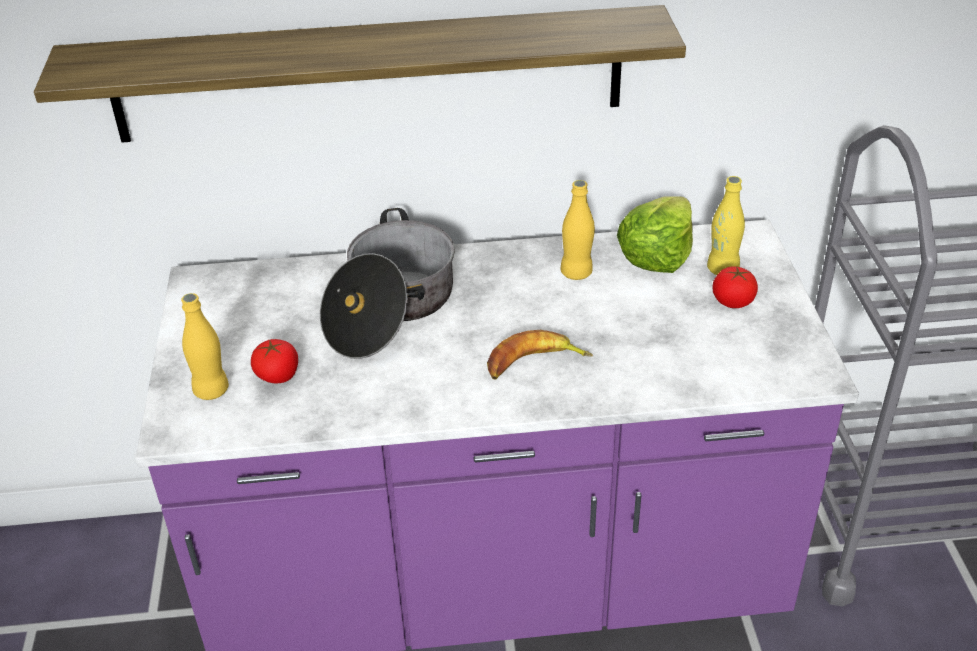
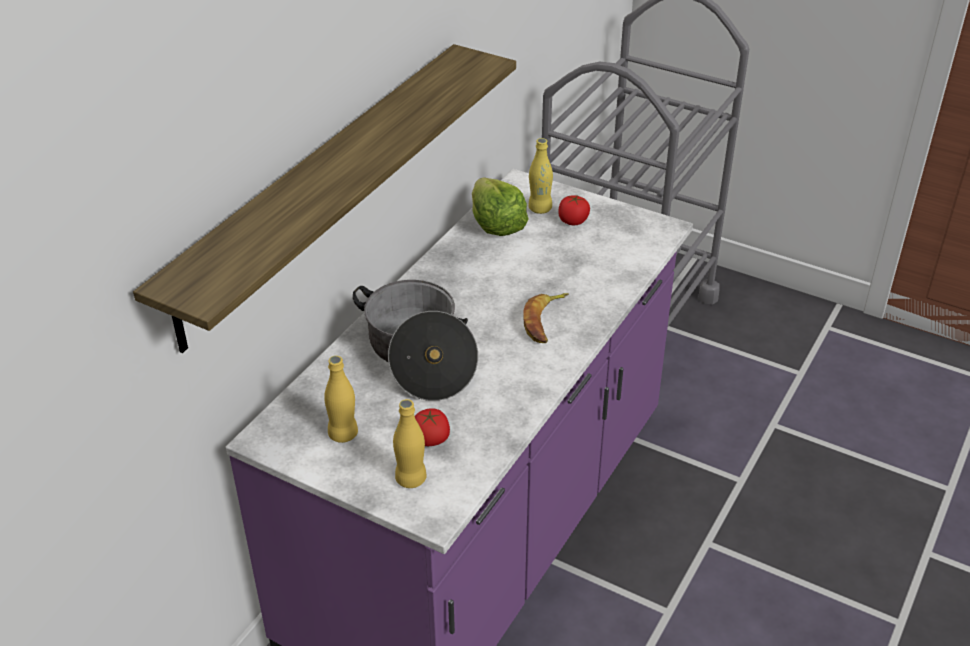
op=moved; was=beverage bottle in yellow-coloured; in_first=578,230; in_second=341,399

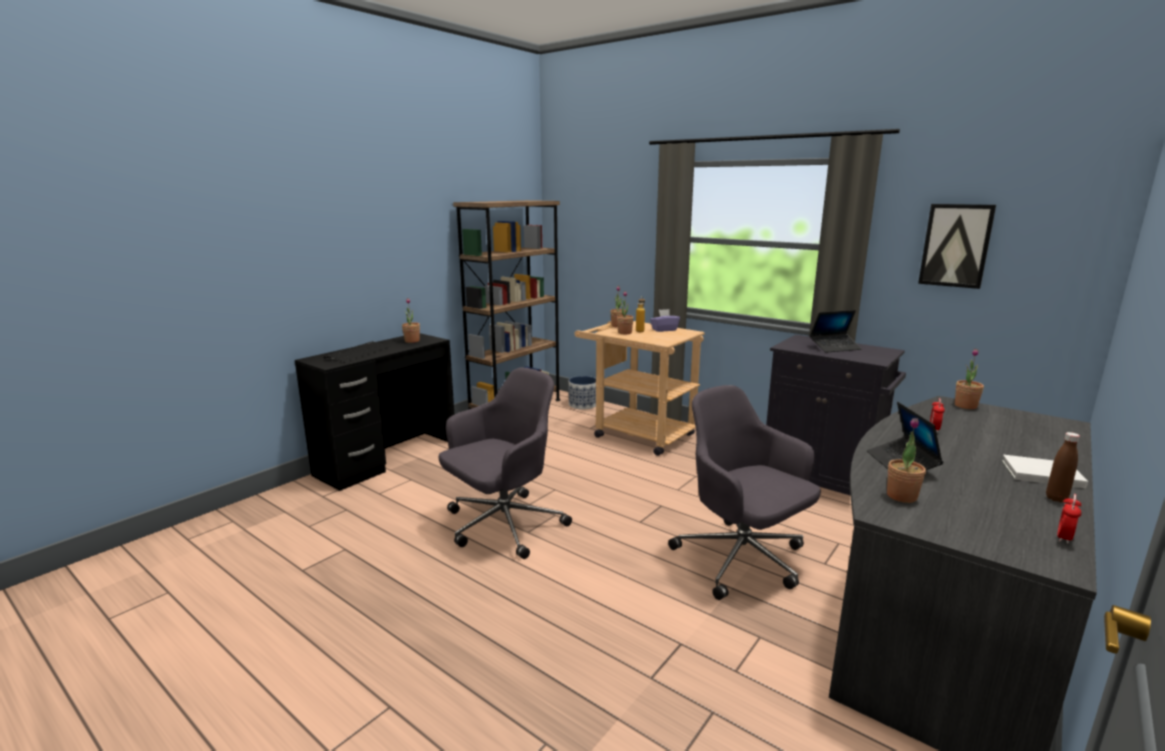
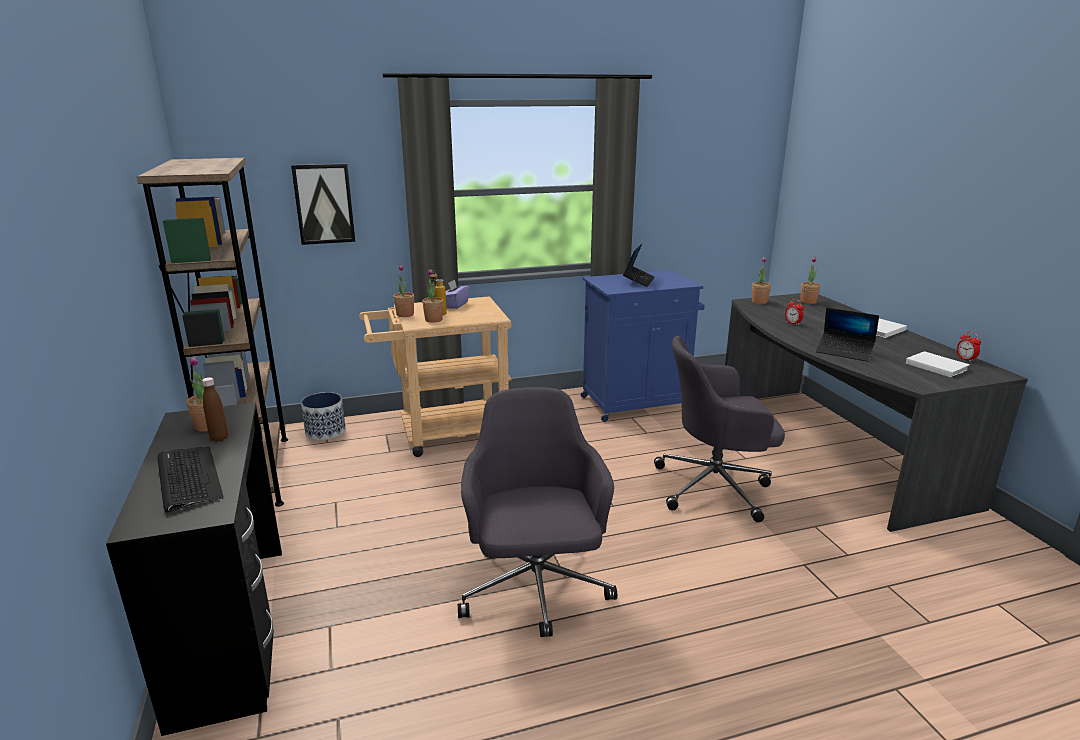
op=moved; was=wall picture; in_first=957,246; in_second=323,204
op=recoloured; was=cupboard in blackish; now=cupboard in bluish; in_first=836,415; in_second=643,346
op=moved; was=plant in a pot; in_first=906,460; in_second=810,280
op=moved; was=beverage bottle in brownish; in_first=1063,467; in_second=215,409
op=added; now=book in white-coloured; in_second=937,364

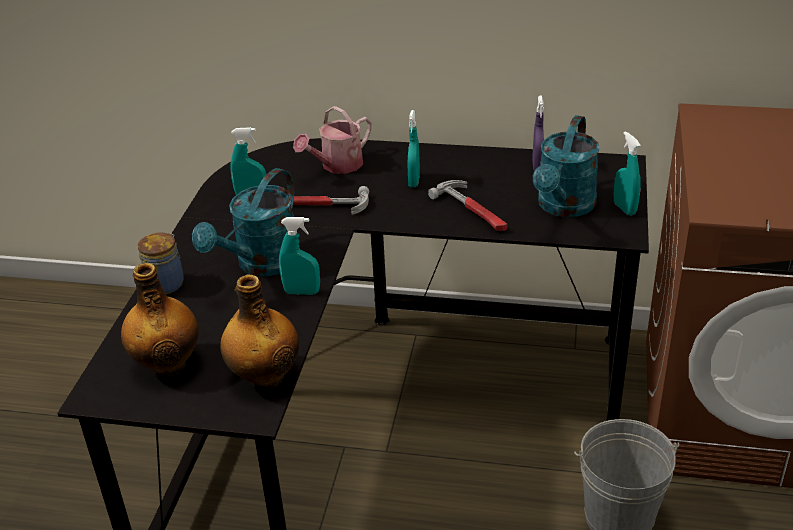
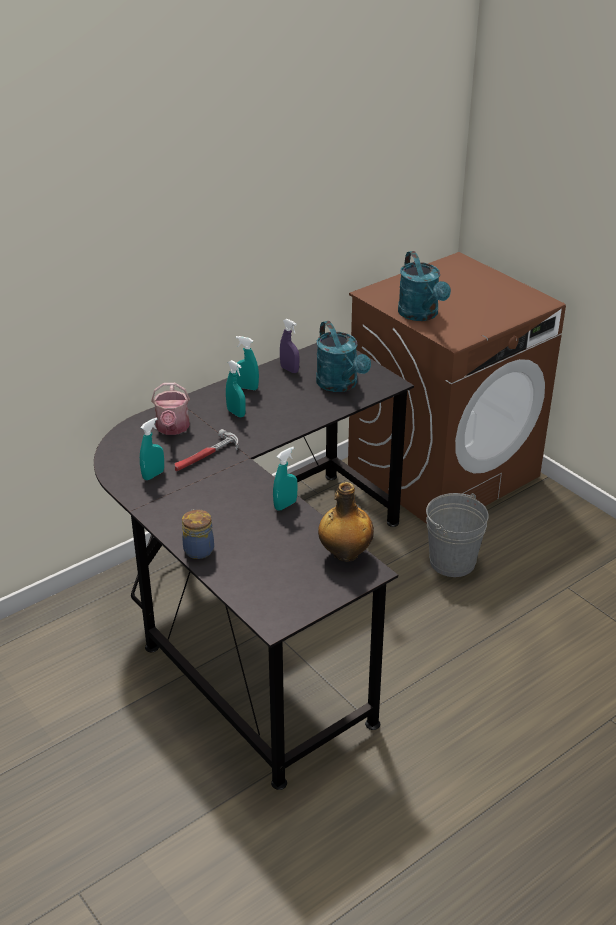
op=moved; was=hand sprayer in turquoise-coloured; in_first=627,173; in_second=247,363
op=moved; was=watering can in turquoise-coloured; in_first=243,222; in_second=424,286
op=removed; was=hammer; in_first=467,205
op=removed; was=beverage bottle; in_first=160,320

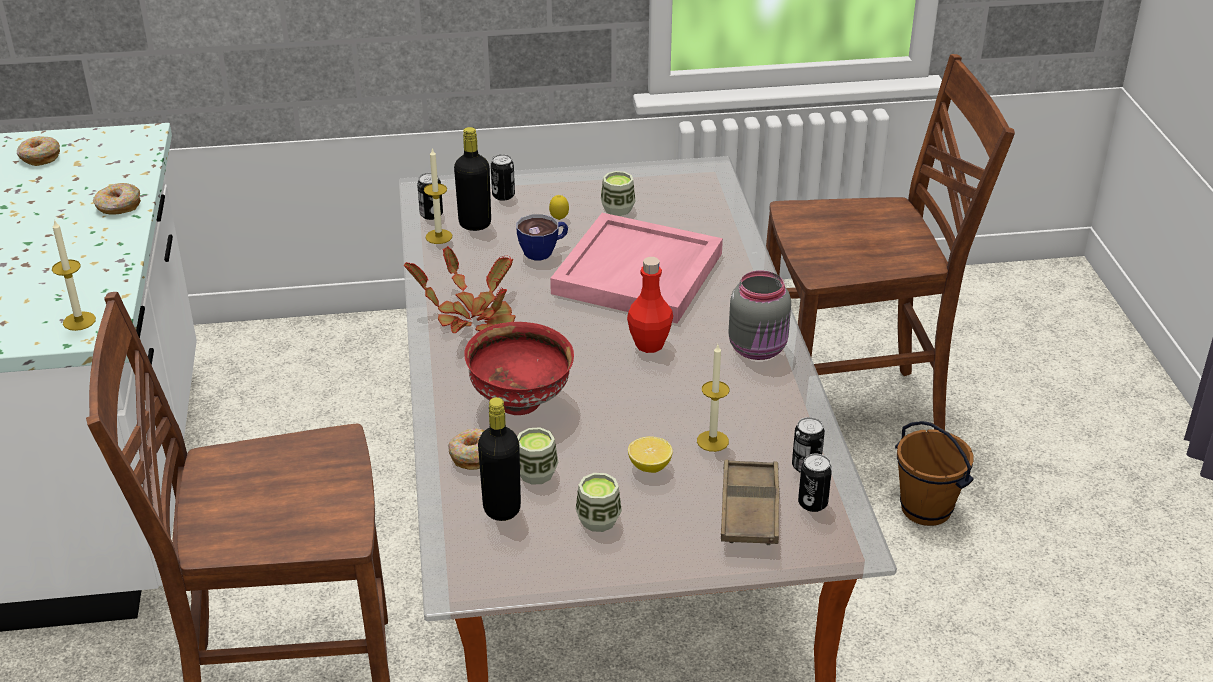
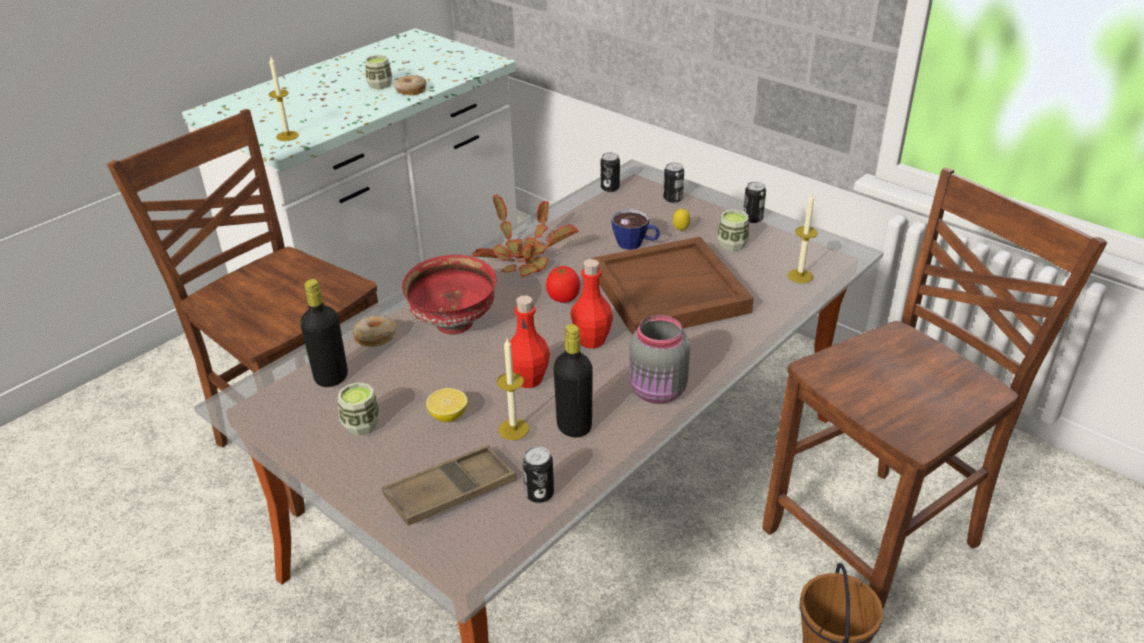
op=turned; was=chair in brownish; in_first=890,242; in_second=935,388; clockwise=-75
op=moved; was=beverage bottle in blackish; in_first=472,179; in_second=573,380
op=removed; was=doughnut; in_first=38,151
op=moved; was=candle; in_first=438,196; in_second=802,238
op=recoloured; was=carrying tray in pink; now=carrying tray in brownish; in_first=636,268; in_second=672,286
op=moved; was=drinking cup; in_first=537,456; in_second=378,72
op=moved; was=can; in_first=815,483; in_second=754,202
op=added; now=whole tomato; in_second=563,284
op=added; now=beverage bottle in reddish; in_second=530,342

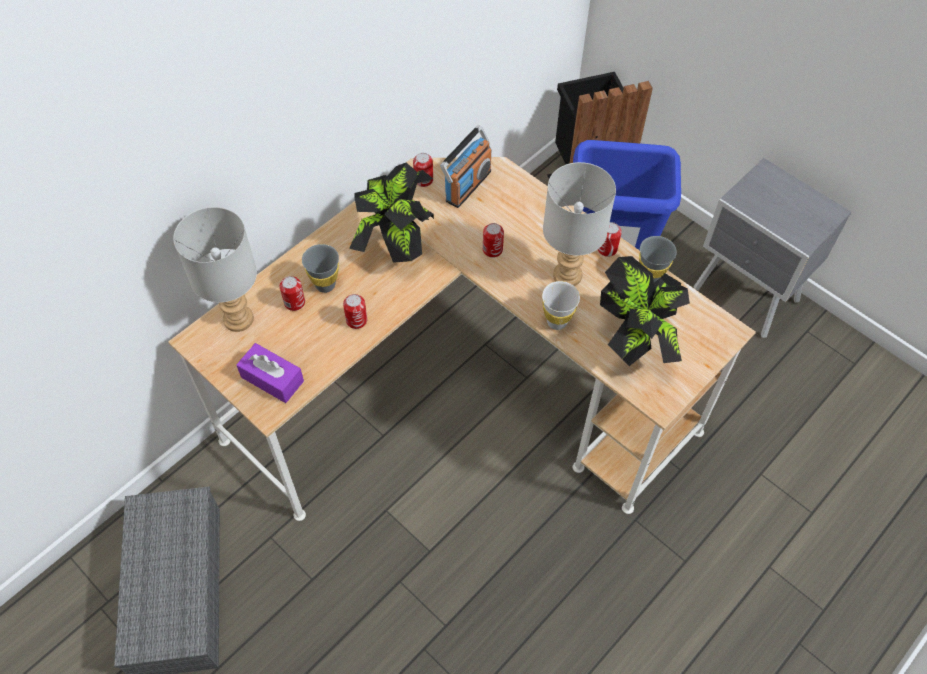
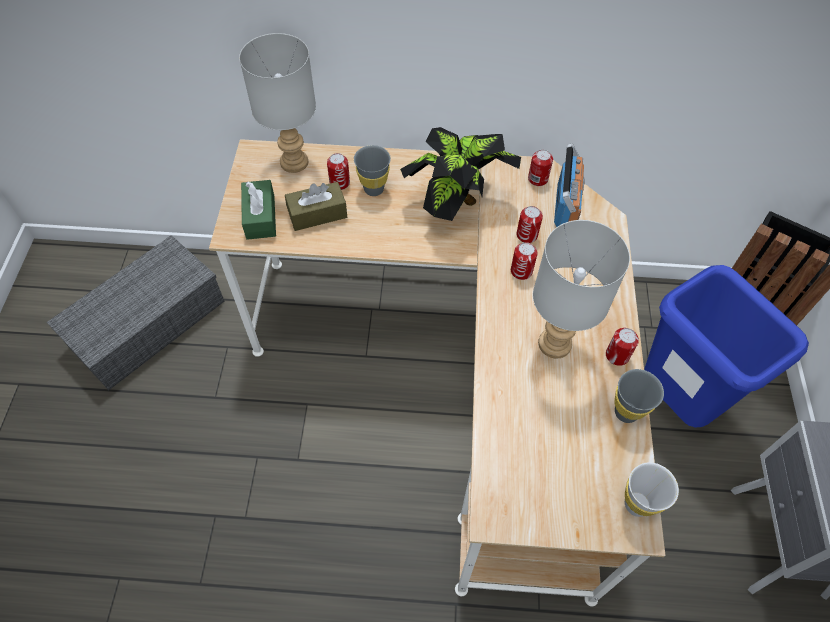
op=turned; was=radio set; in_first=465,167; in_second=569,185; clockwise=-75
op=removed; was=plant in a pot; in_first=645,311
op=moved; was=drinking cup in white-coloured; in_first=561,305; in_second=652,489
op=moved; was=can; in_first=355,311; in_second=530,224
op=recoloured; was=tissue holder in purplish; now=tissue holder in greenish; in_first=270,373; in_second=258,210
op=added; now=tissue holder in brownish; in_second=316,206

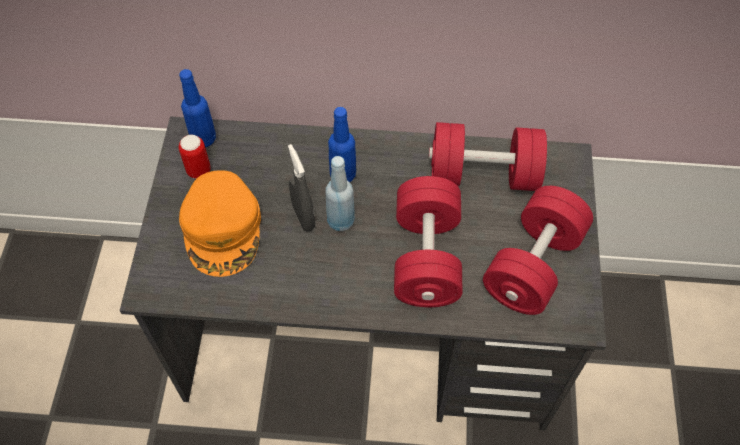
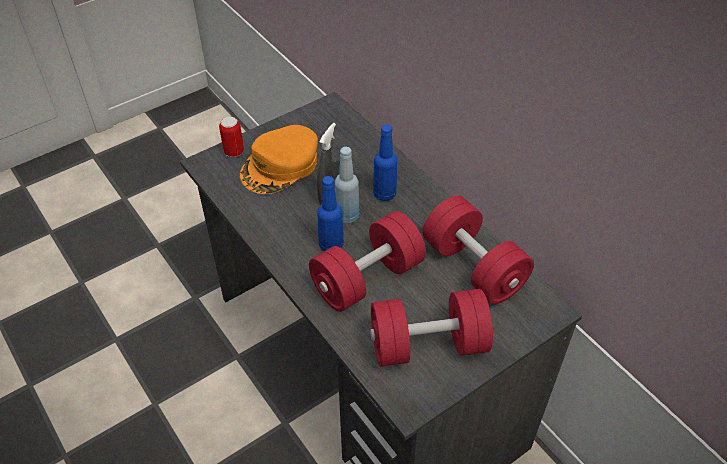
op=moved; was=beverage bottle in bluish; in_first=197,108; in_second=330,213
op=moved; was=can; in_first=195,157; in_second=231,137

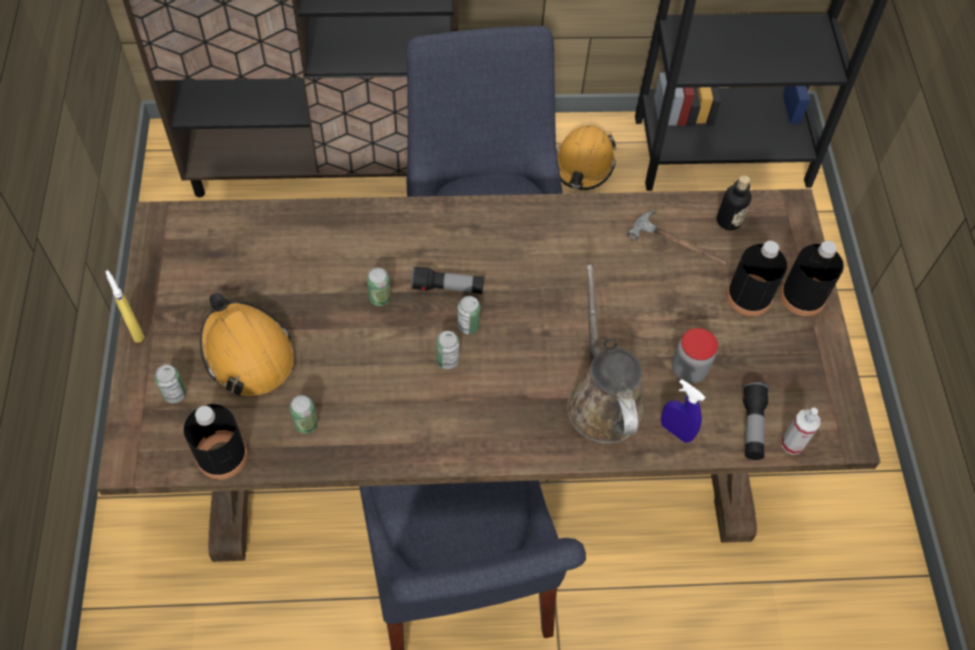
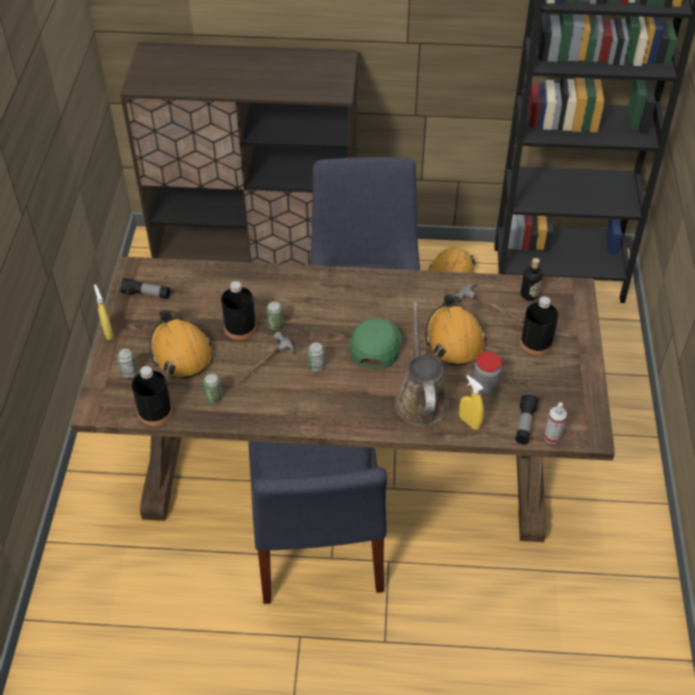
op=moved; was=beverage bottle in blackish; in_first=812,278; in_second=239,310
op=moved; was=flashlight; in_first=447,280; in_second=144,288
op=removed; was=can; in_first=469,315
op=recoloured; was=hand sprayer in bluish; now=hand sprayer in yellow-coloured; in_first=683,411; in_second=471,402
op=added; now=work helmet in orangey; in_second=455,329
op=added; now=baseball cap in greenish; in_second=376,344
op=added; now=hammer; in_second=264,358

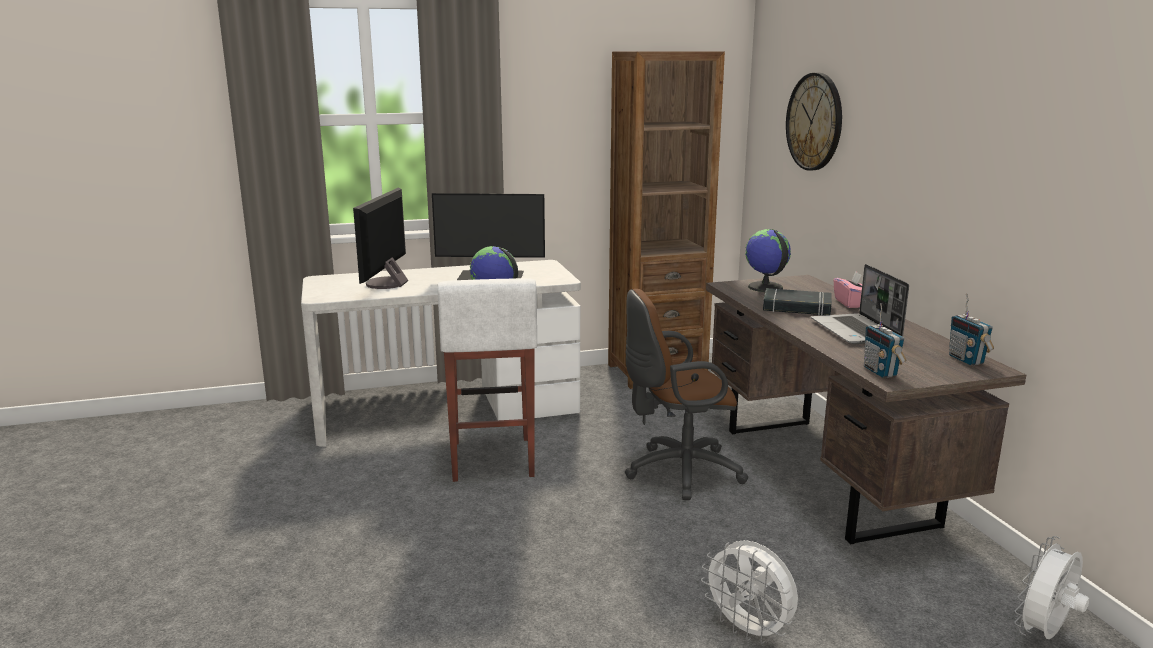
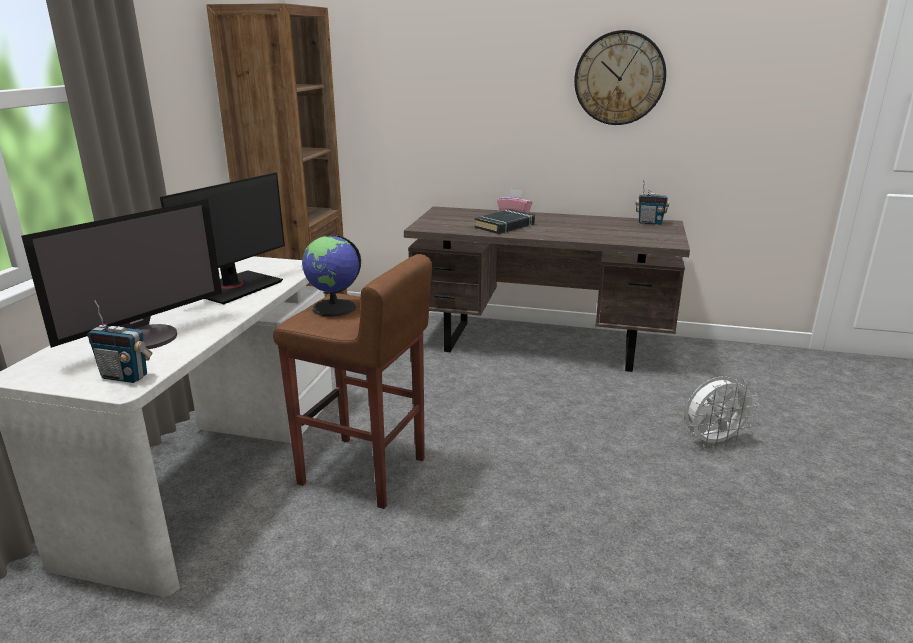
op=moved; was=clock on the wall; in_first=814,122; in_second=620,77
op=turned; was=monitor; in_first=380,238; in_second=121,274; clockwise=-90
op=removed; was=globe; in_first=768,260
op=removed; was=portable computer; in_first=860,304
op=recoloured; was=stool seat in white-coloured; now=stool seat in brownish; in_first=487,380; in_second=352,381
op=removed; was=office chair in brownish; in_first=686,394
op=moved; was=radio set; in_first=885,340; in_second=120,341
op=removed; was=fan in white-coloured; in_first=1052,587

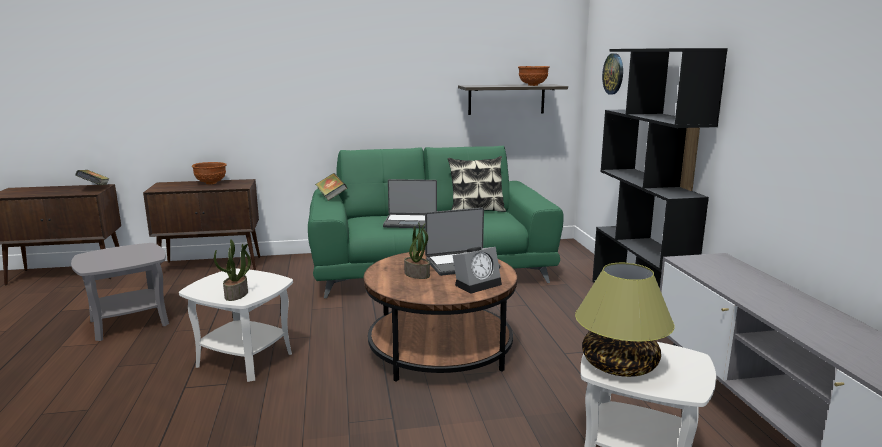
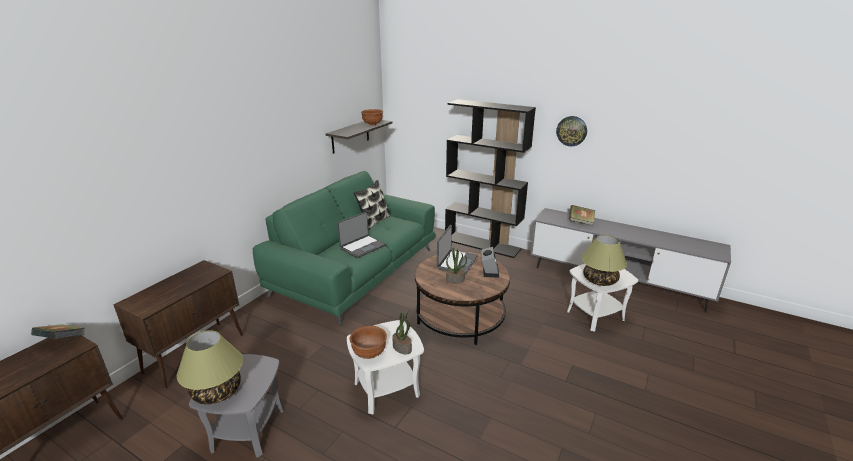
op=moved; was=clock on the wall; in_first=612,74; in_second=571,131
op=moved; was=deep dish in brownish; in_first=209,173; in_second=368,342
op=moved; was=book; in_first=331,187; in_second=582,215
op=added; now=tabletop lamp; in_second=210,367

